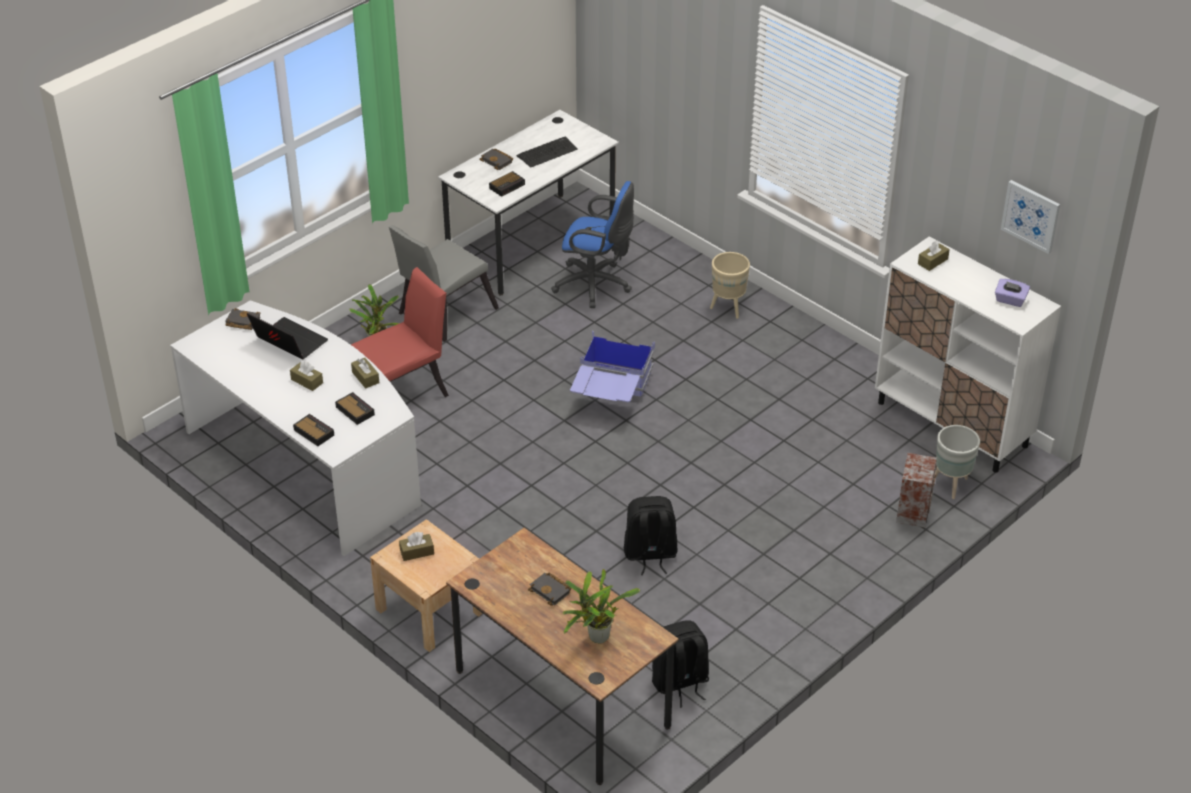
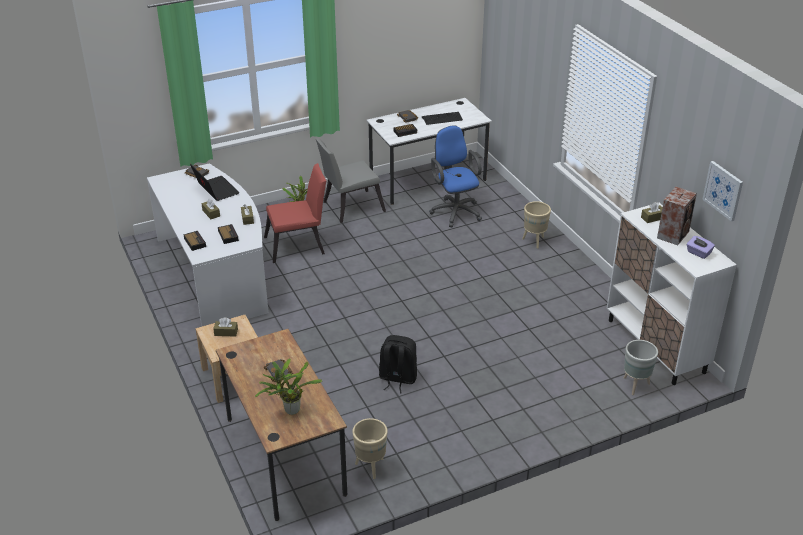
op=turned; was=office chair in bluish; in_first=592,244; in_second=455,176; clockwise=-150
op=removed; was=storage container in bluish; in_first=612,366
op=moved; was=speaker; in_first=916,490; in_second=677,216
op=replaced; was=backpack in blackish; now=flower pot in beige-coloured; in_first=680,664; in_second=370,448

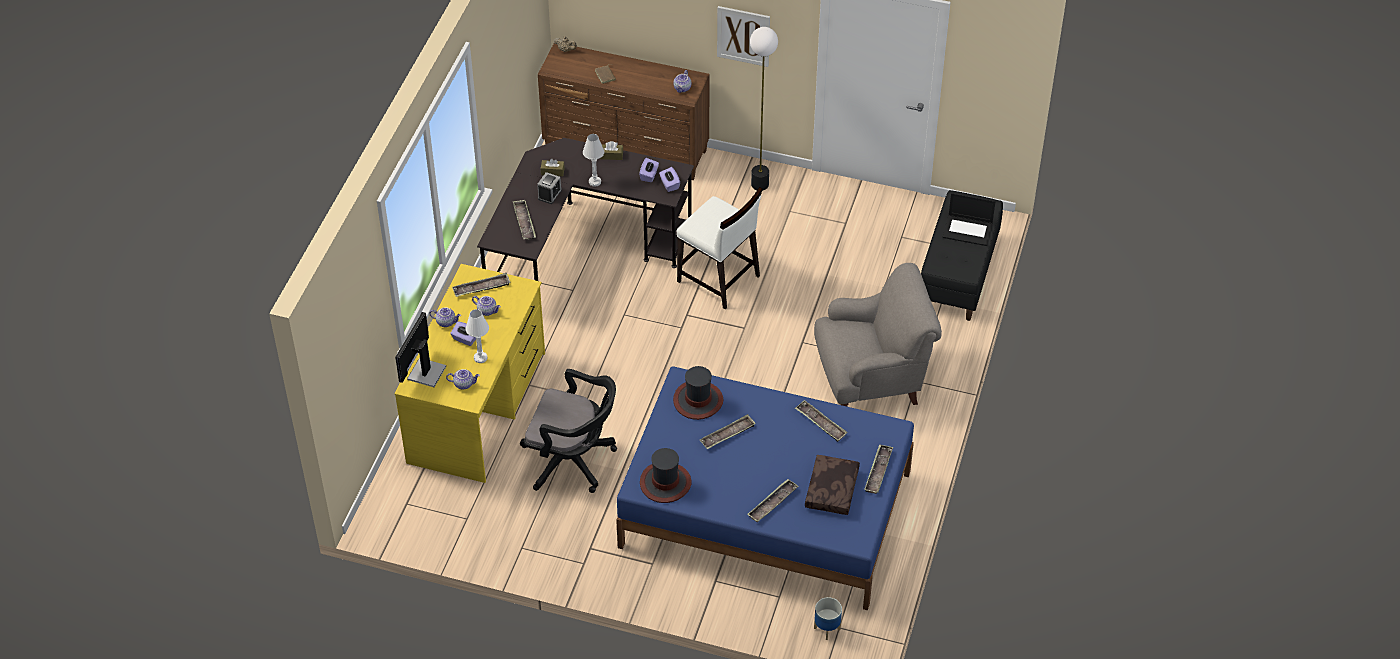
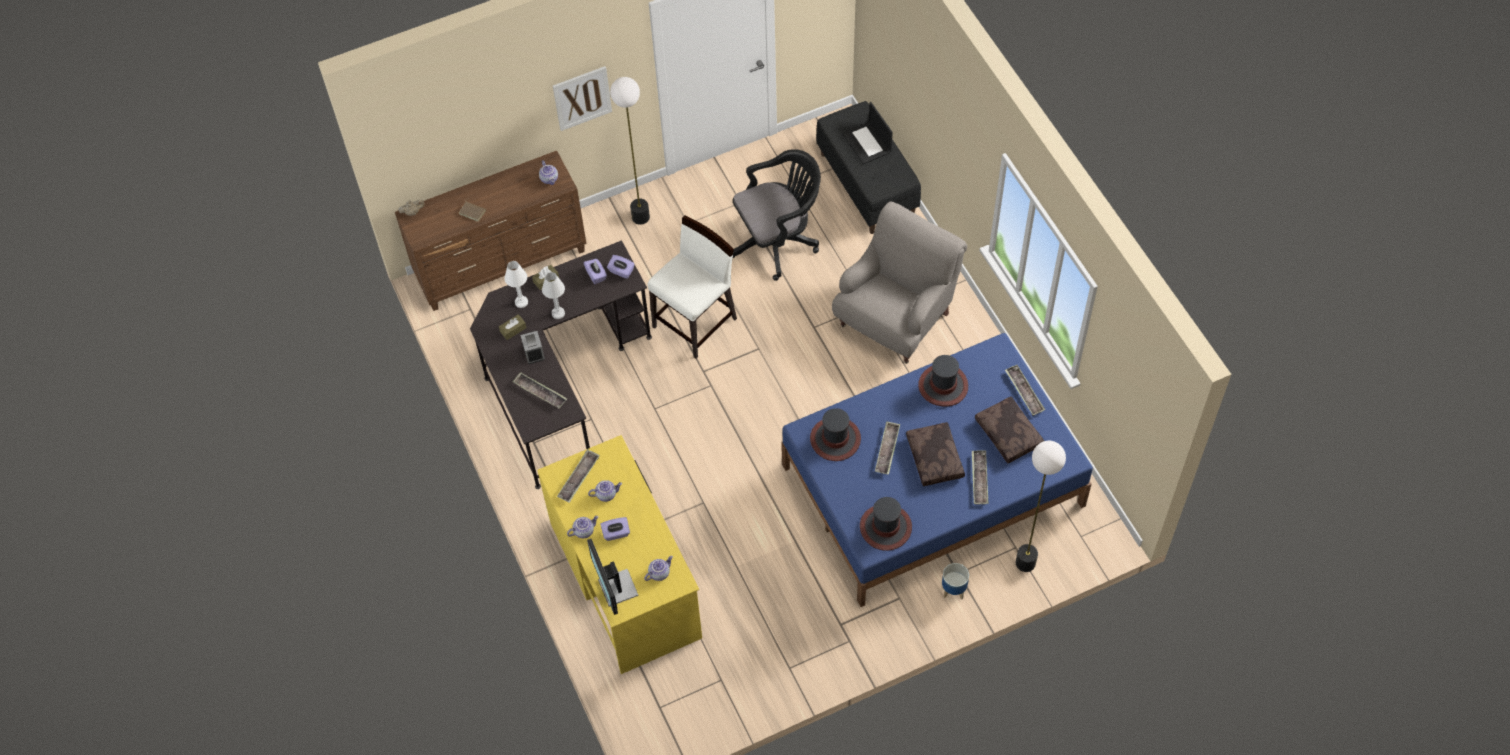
op=turned; was=chair in white-coloured; in_first=720,248; in_second=692,287; clockwise=-45
op=turned; was=portable computer; in_first=969,219; in_second=867,133; clockwise=90
op=moved; was=tabletop lamp in white-coloured; in_first=477,336; in_second=516,284
op=moved; was=office chair in blackish; in_first=568,431; in_second=777,215
op=replaced; was=carrying tray; now=clothing hat; in_first=821,421; in_second=943,381
op=moved; was=flower pot; in_first=828,618; in_second=955,581
op=added; now=pillow in brownish; in_second=935,454
op=added; now=standing lamp; in_second=1041,506

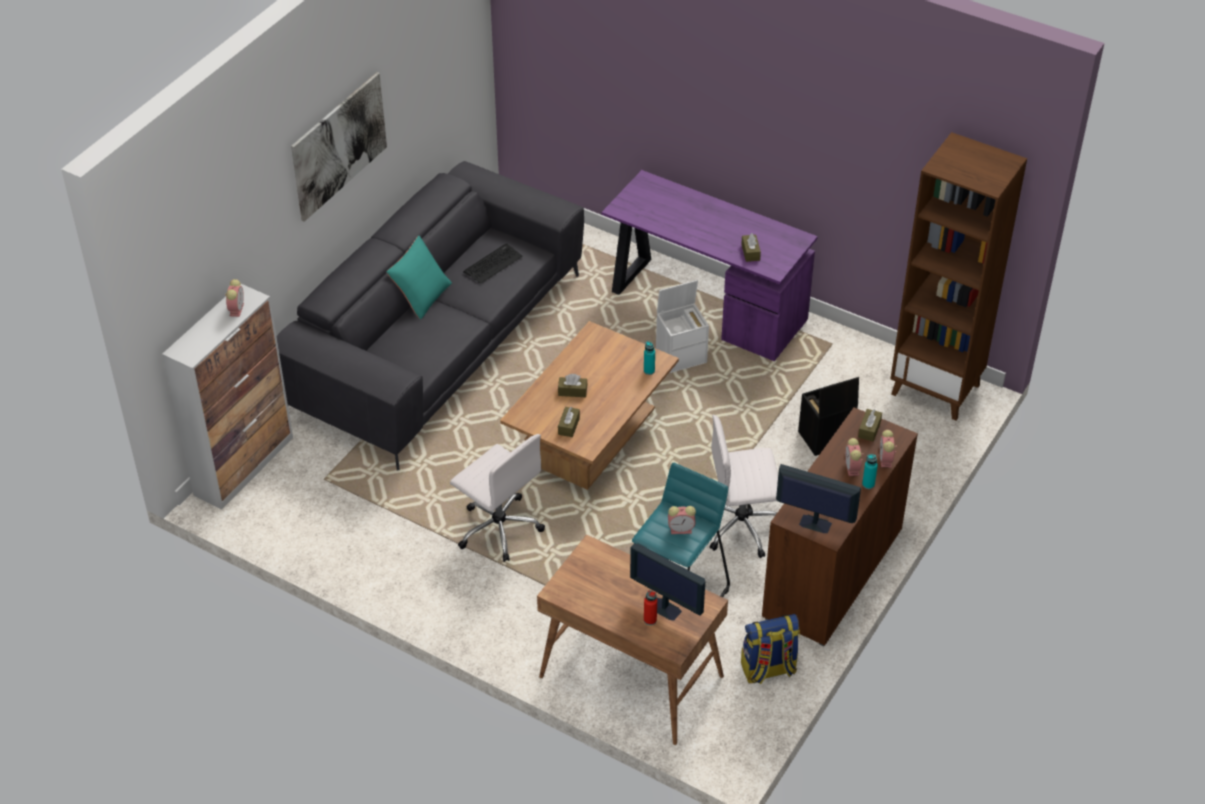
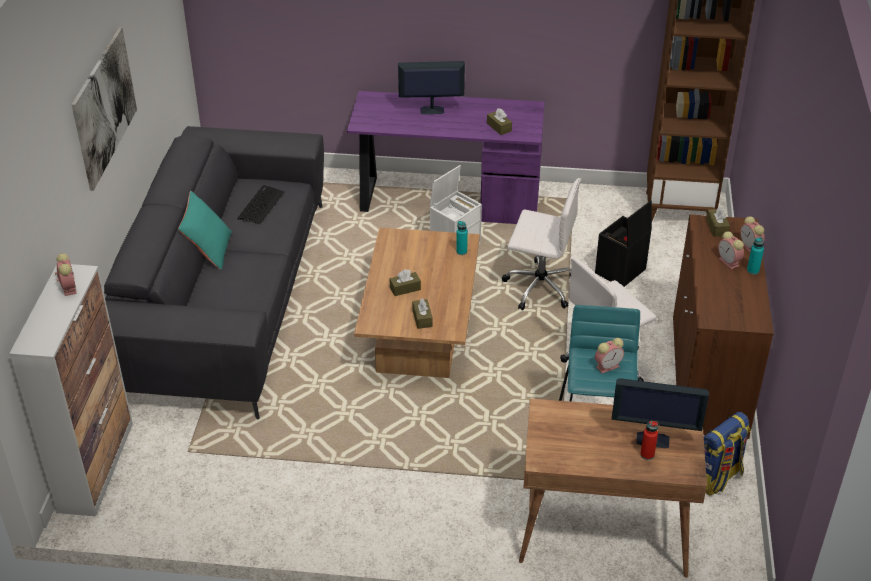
op=moved; was=office chair in white-coloured; in_first=497,498; in_second=541,244
op=moved; was=monitor; in_first=818,498; in_second=431,87

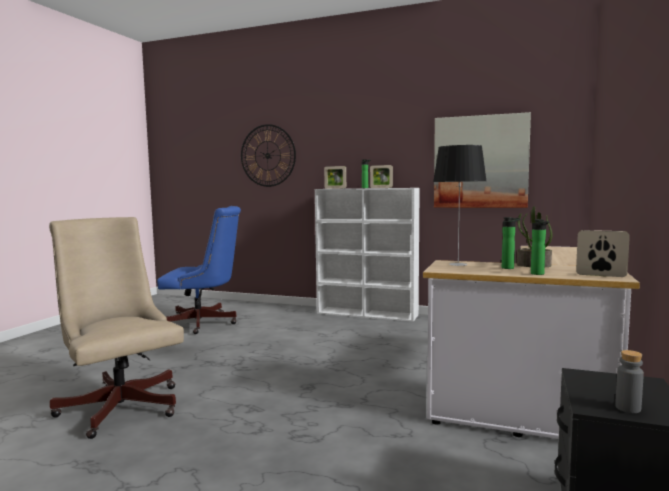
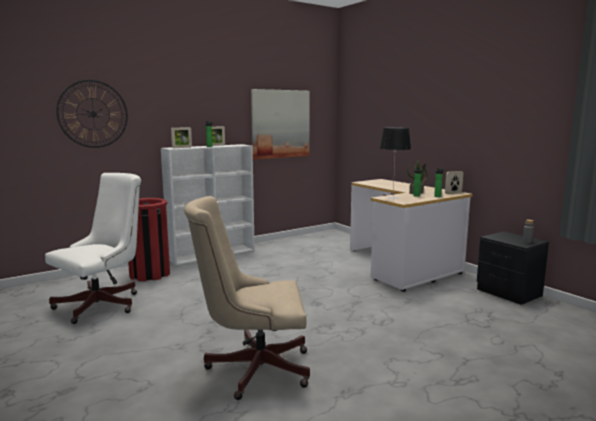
op=recoloured; was=office chair in bluish; now=office chair in white-coloured; in_first=199,270; in_second=93,248
op=added; now=waste bin in reddish; in_second=149,239

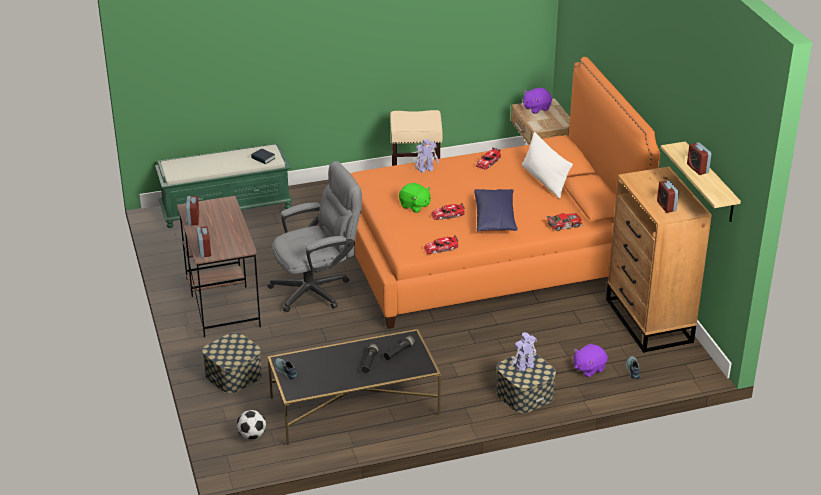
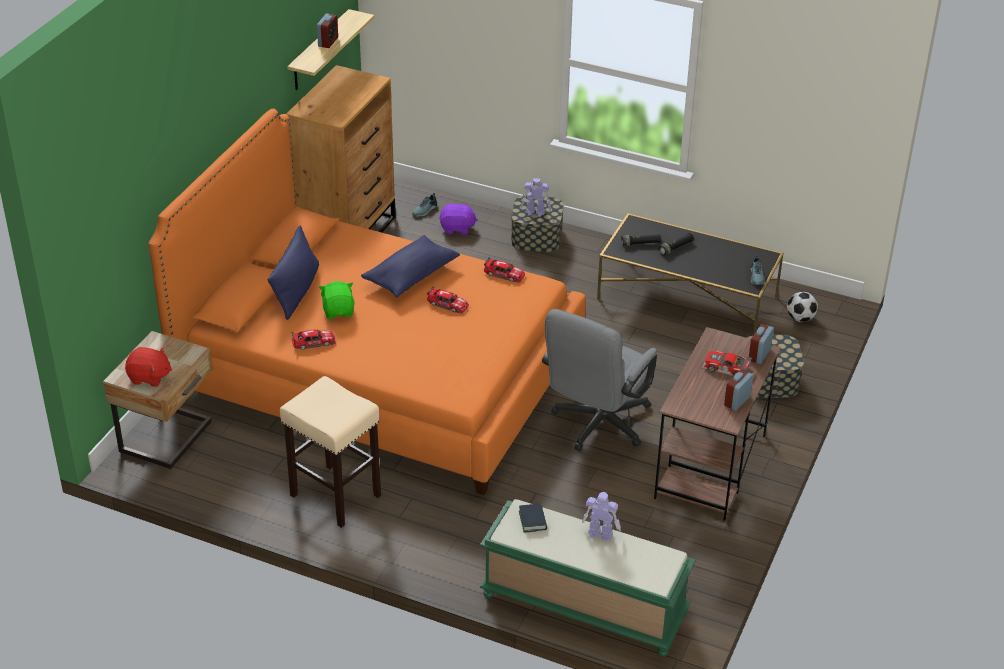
op=recoloured; was=plush toy in purplish; now=plush toy in reddish; in_first=537,101; in_second=148,367
op=recoloured; was=pillow in white-coloured; now=pillow in bluish; in_first=547,165; in_second=293,272
op=moved; was=toy robot; in_first=427,156; in_second=601,516
op=turned; was=office chair in greyish; in_first=315,236; in_second=599,380; clockwise=-75
op=removed; was=alarm clock; in_first=668,196
op=moved; was=plush toy in greenish; in_first=415,198; in_second=336,300
op=moved; was=model car; in_first=564,222; in_second=727,363

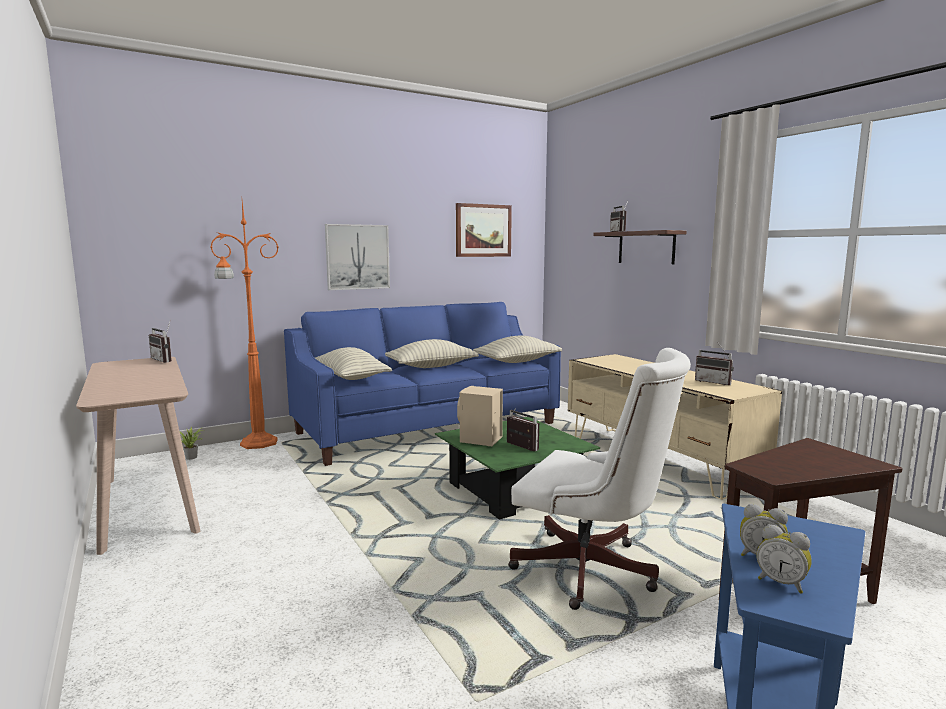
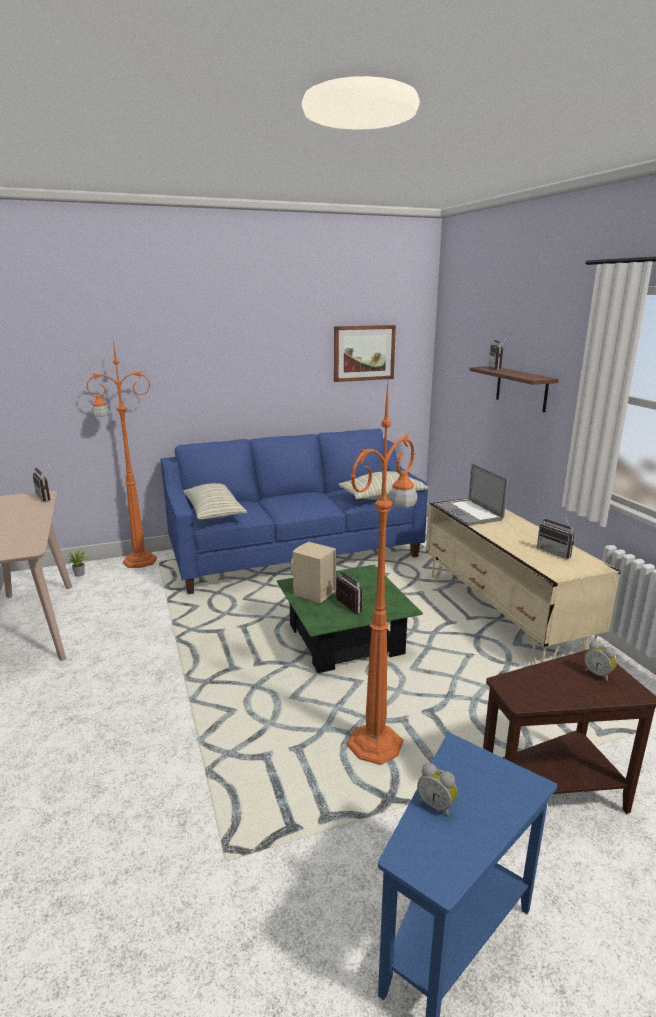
op=removed; was=wall picture; in_first=357,257
op=removed; was=pillow; in_first=432,353
op=replaced; was=office chair in white-coloured; now=standing lamp in orangey; in_first=599,479; in_second=382,573
op=moved; was=alarm clock; in_first=784,559; in_second=600,661
op=added; now=portable computer; in_second=472,494

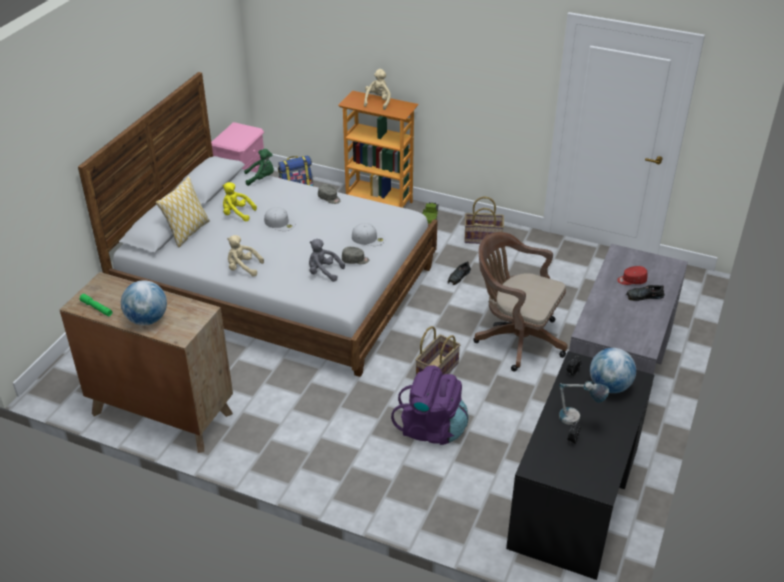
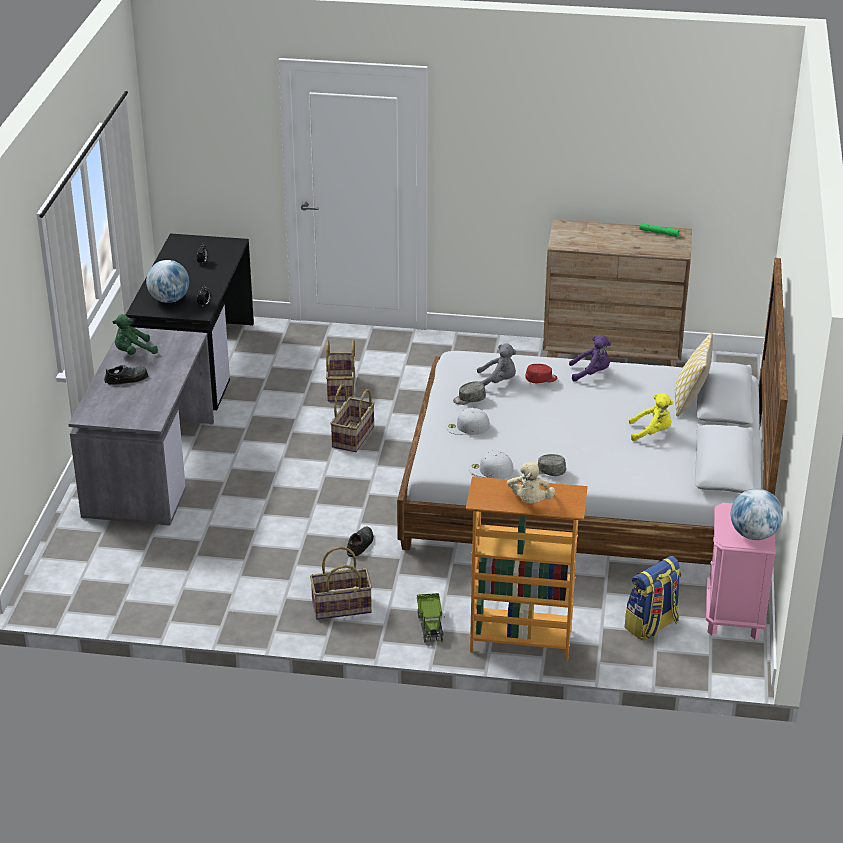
op=moved; was=plush toy in greenish; in_first=259,167; in_second=135,334
op=moved; was=baseball cap in white-coloured; in_first=280,219; in_second=491,465
op=removed; was=office chair in brownish; in_first=520,301
op=recoloured; was=plush toy in beige-coloured; now=plush toy in purplish; in_first=245,256; in_second=590,358
op=moved; was=baseball cap in reddish; in_first=632,275; in_second=541,373
op=moved; was=globe; in_first=144,302; in_second=757,514
op=replaced; was=backpack in purplish; now=basket; in_first=430,405; in_second=340,371
op=removed; was=tabletop lamp; in_first=584,403

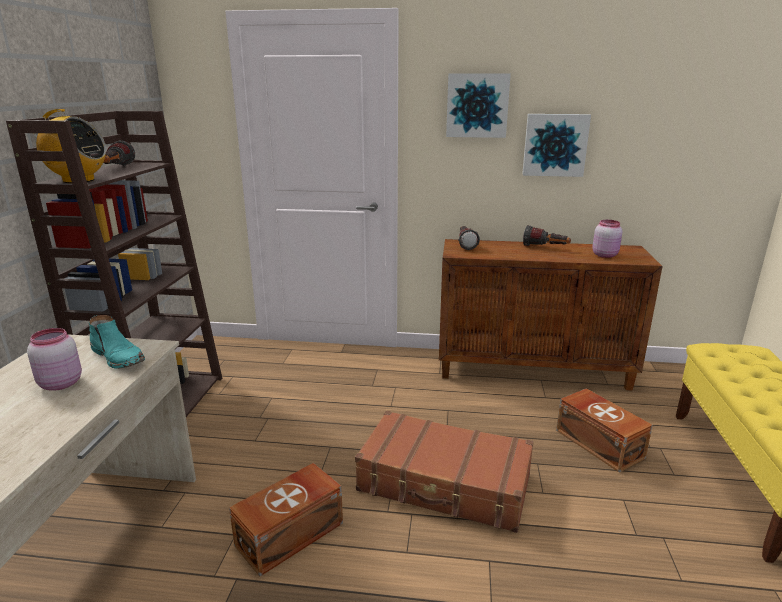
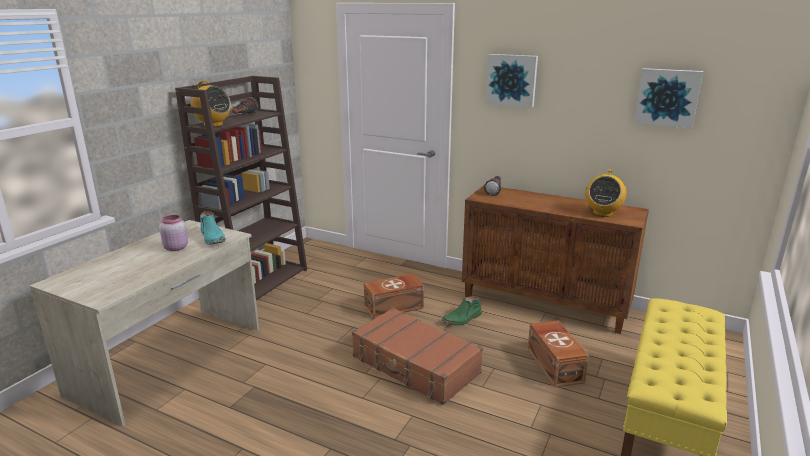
op=moved; was=wall picture; in_first=556,145; in_second=668,98
op=replaced; was=storage jar in pink; now=radio set; in_first=607,239; in_second=606,193
op=removed; was=flashlight; in_first=547,235
op=moved; was=storage container in brownish; in_first=286,519; in_second=394,296
op=added; now=tall boot in greenish; in_second=462,311

